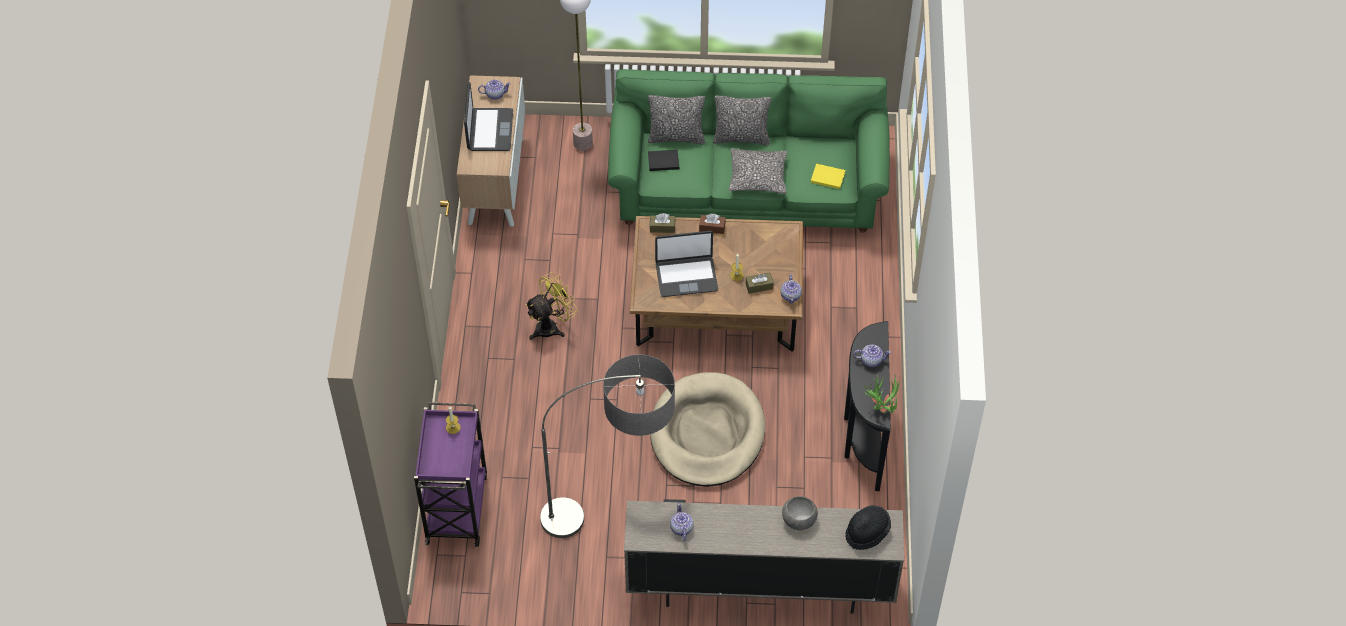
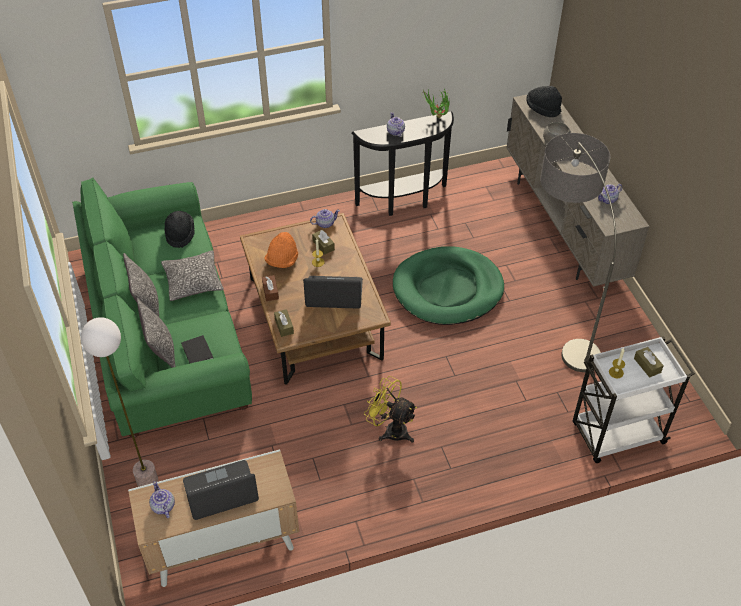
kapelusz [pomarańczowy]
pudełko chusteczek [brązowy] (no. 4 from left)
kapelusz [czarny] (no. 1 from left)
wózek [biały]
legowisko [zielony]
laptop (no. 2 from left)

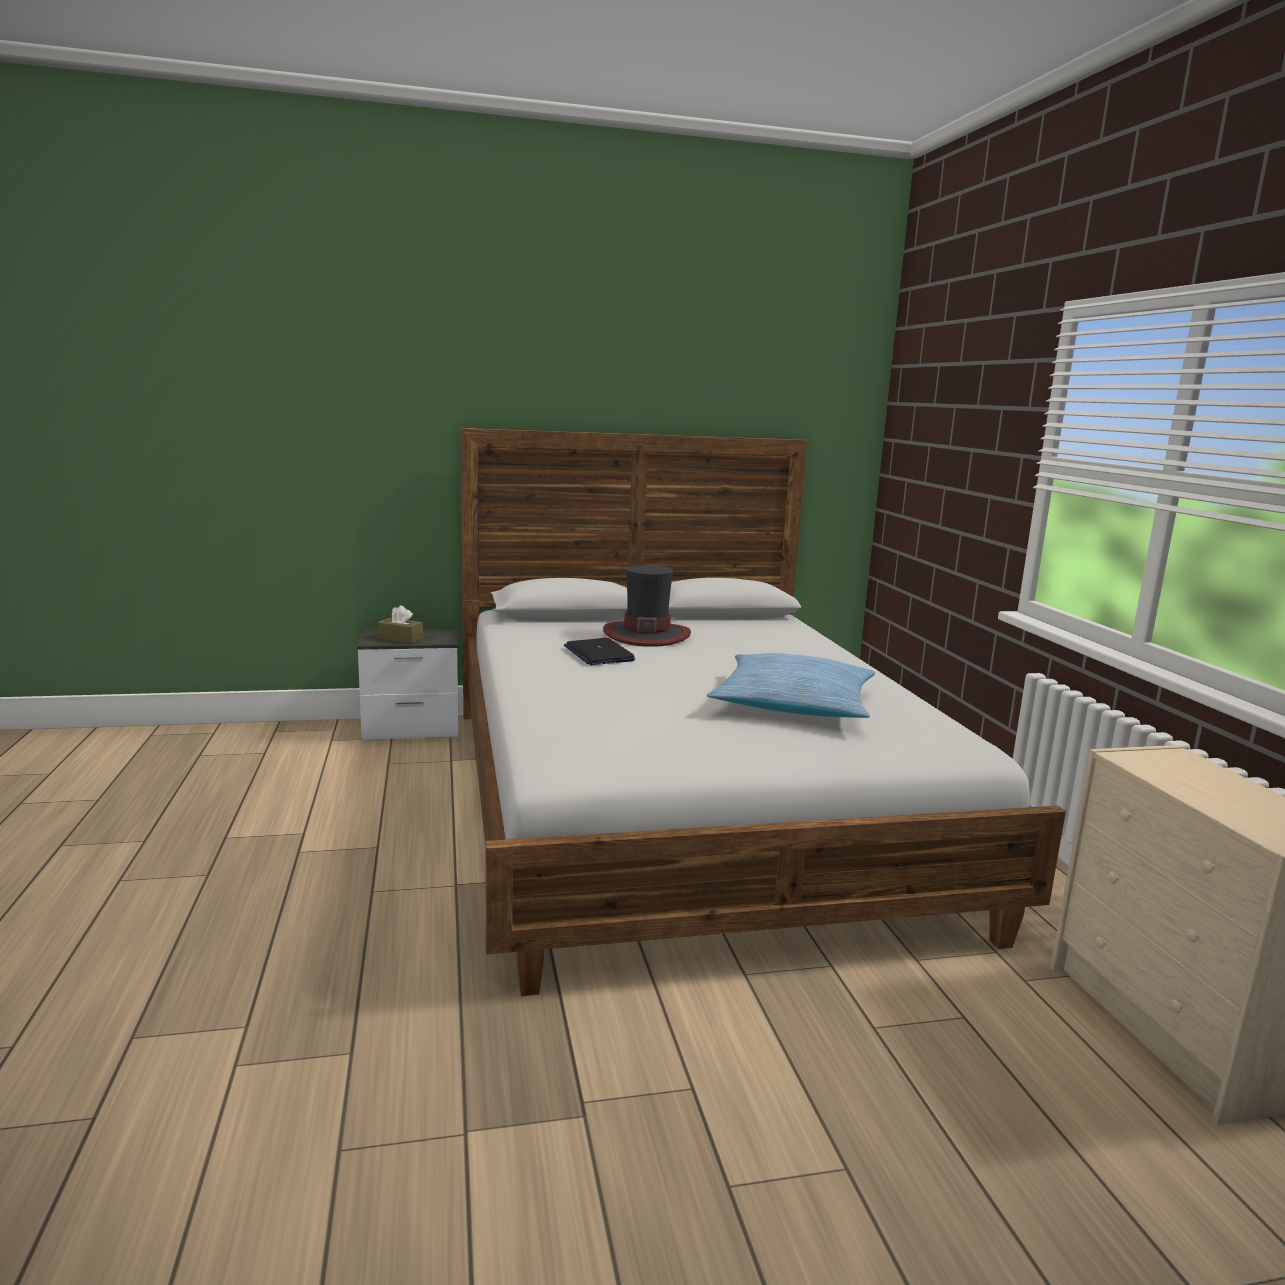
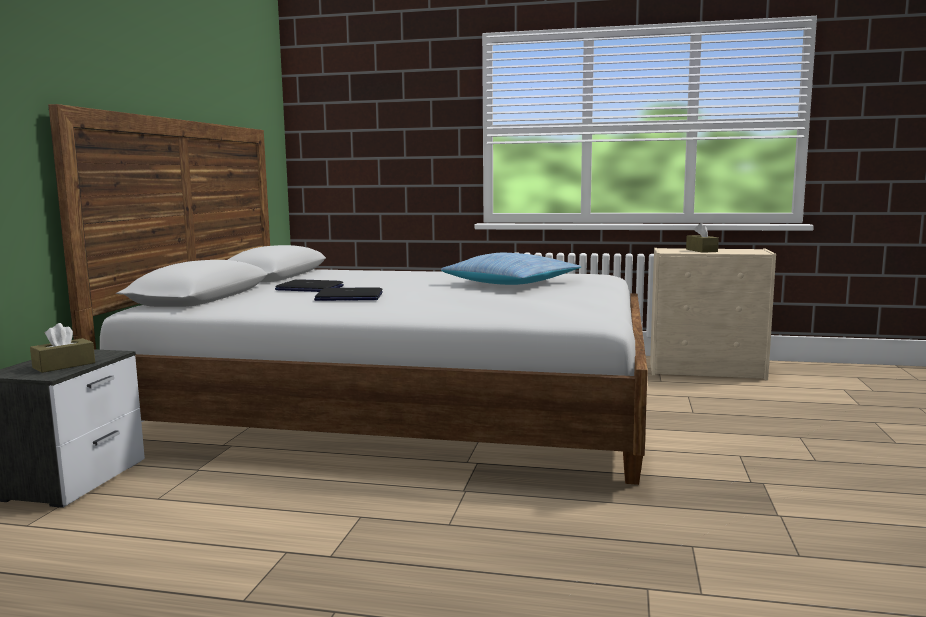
pudełko chusteczek [brązowy] (no. 2 from left)
laptop (no. 1 from left)

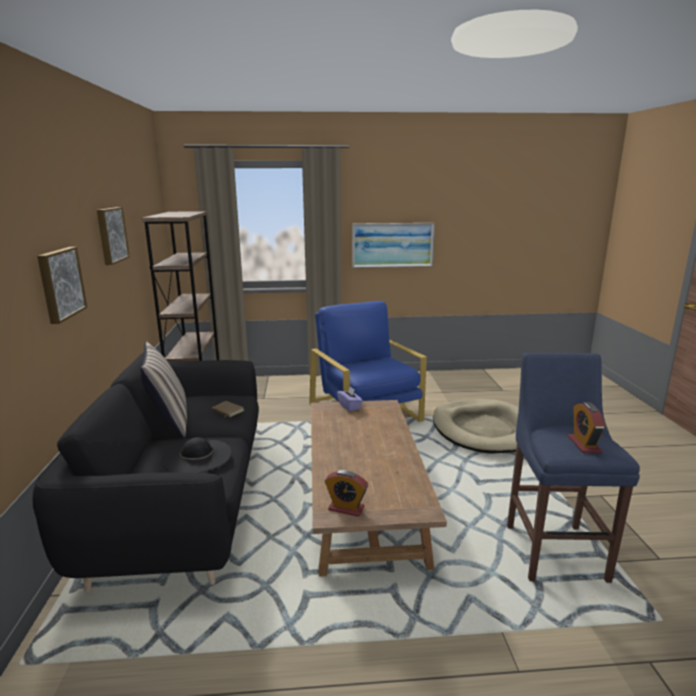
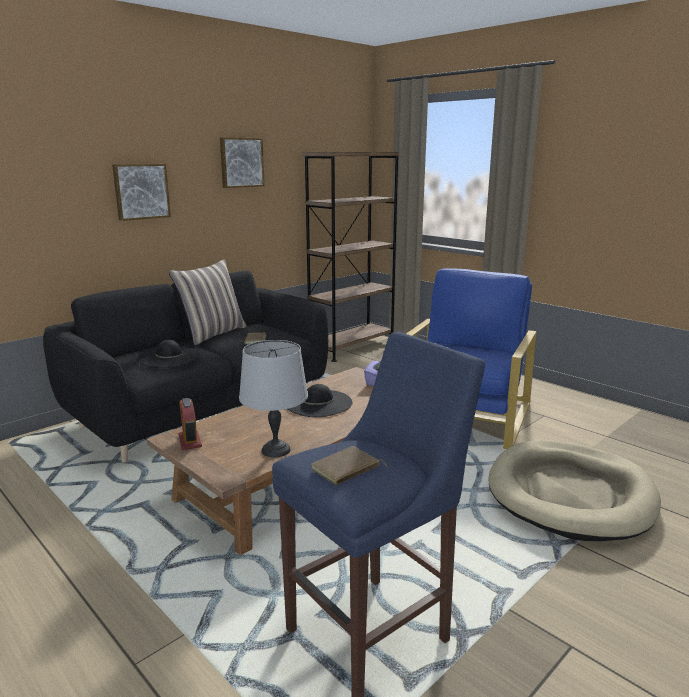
obraz (no. 3 from left in the first image)
lampa stołowa [szary]
kapelusz [czarny] (no. 2 from left)
książka [brązowy] (no. 2 from left)

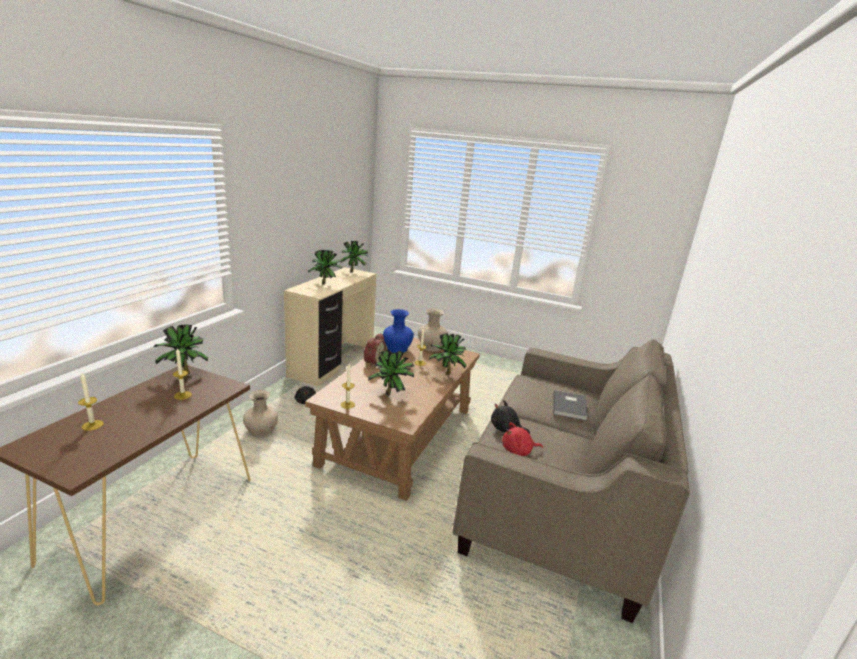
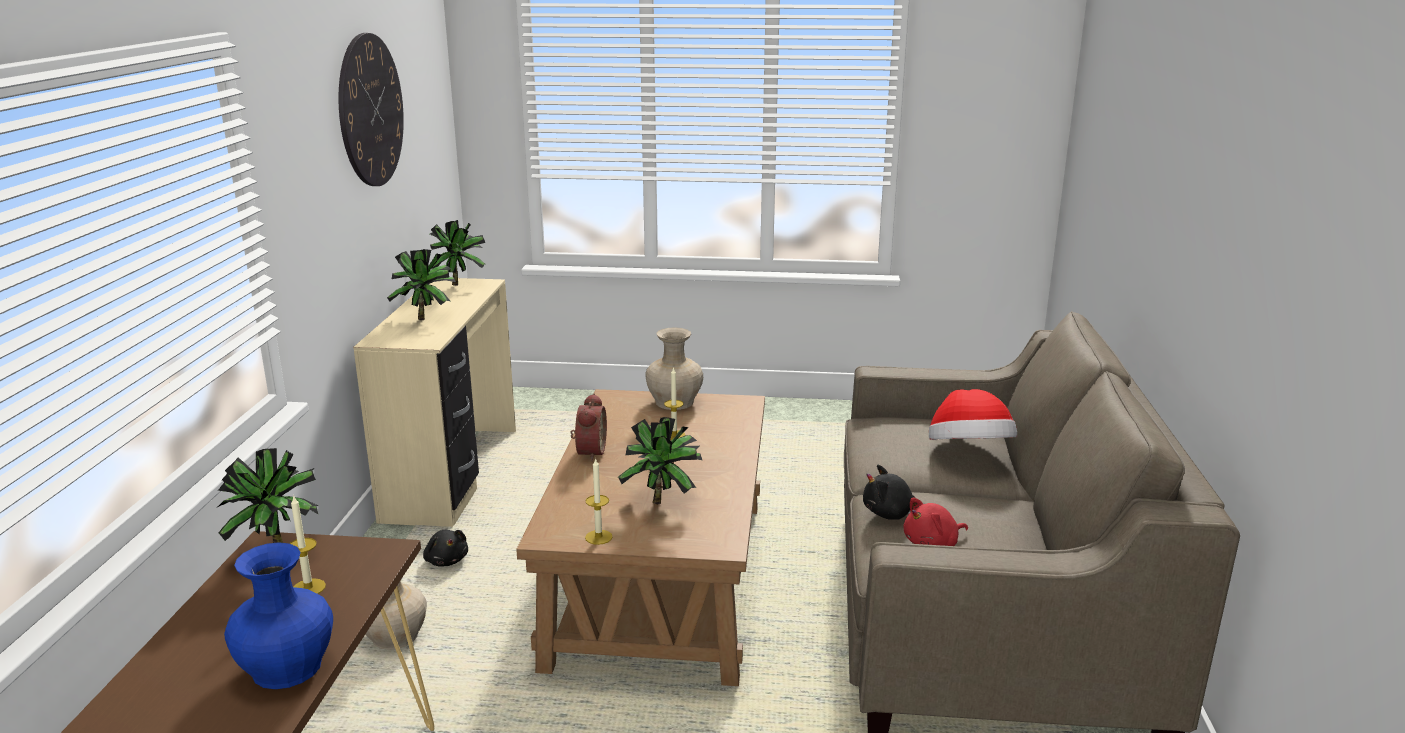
świeca (no. 1 from left in the first image)
roślina doniczkowa (no. 5 from left in the first image)
zegar ścienny
wazon [niebieski]
kapelusz

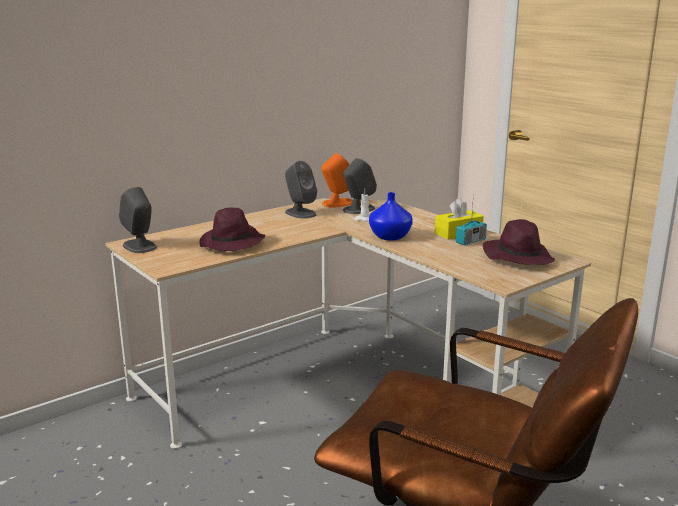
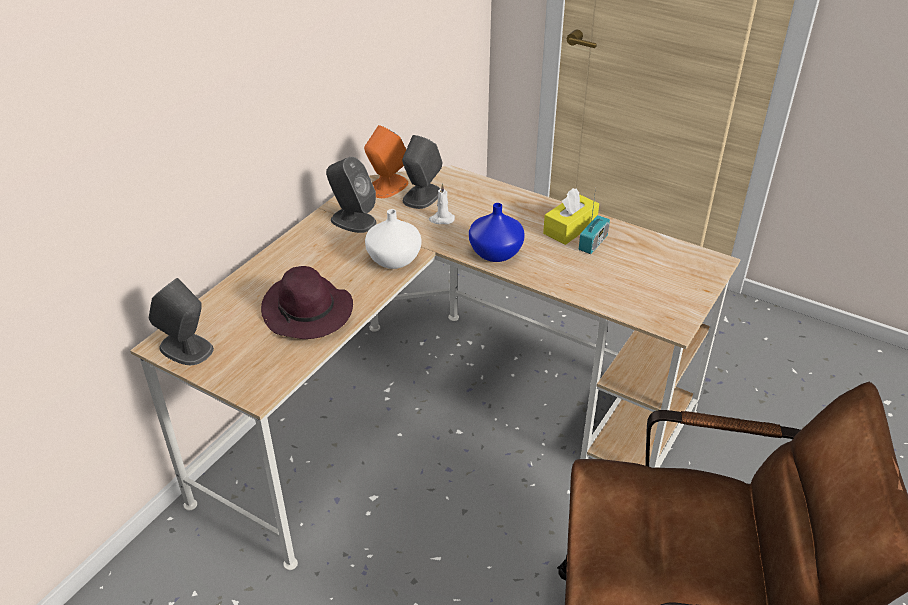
kapelusz [fioletowy] (no. 2 from left in the first image)
wazon [biały]

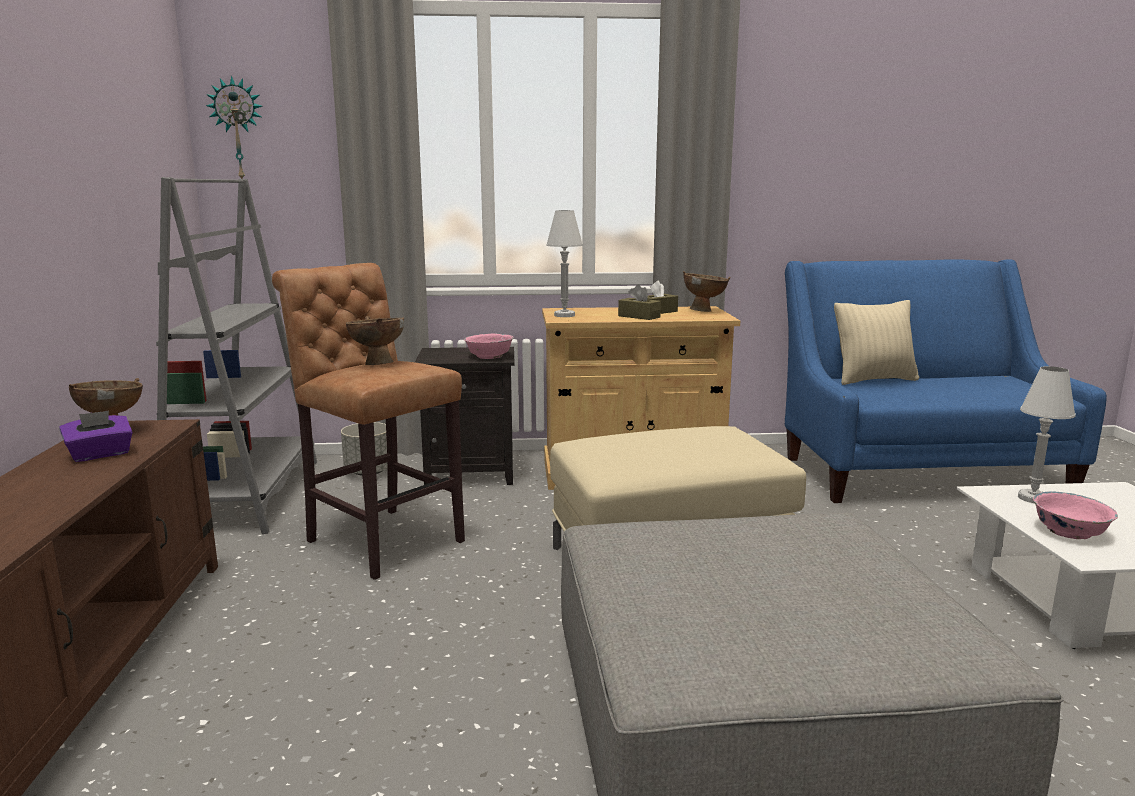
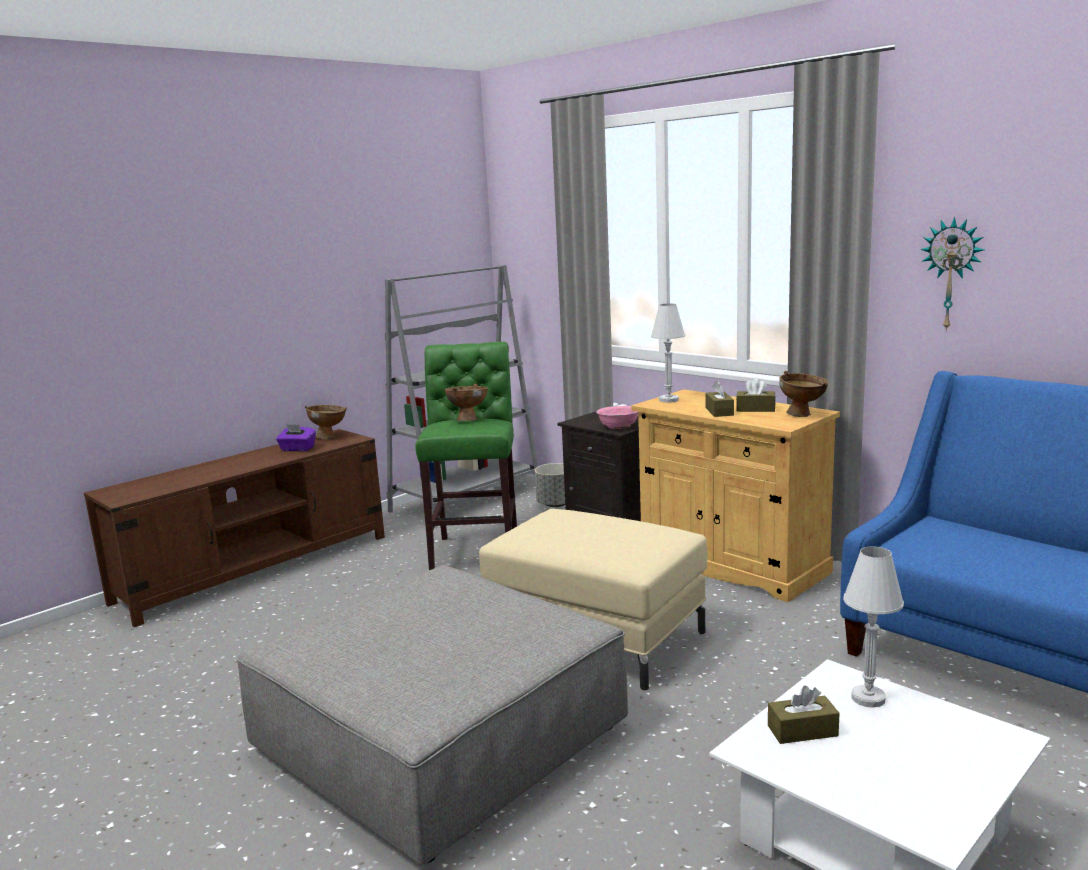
poduszka [beżowy]
zegar ścienny
pudełko chusteczek [brązowy] (no. 3 from left)
stołek [zielony]

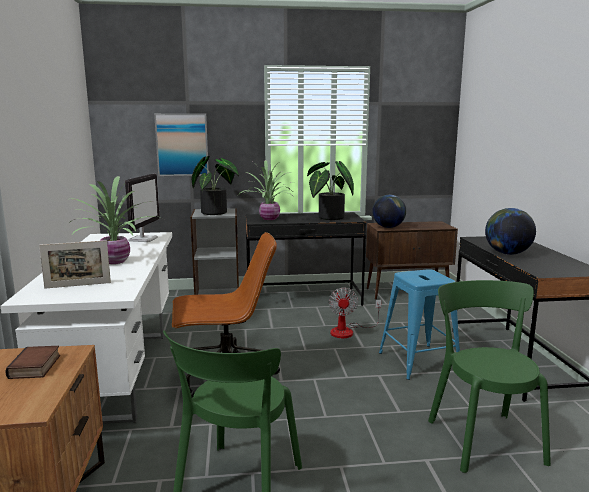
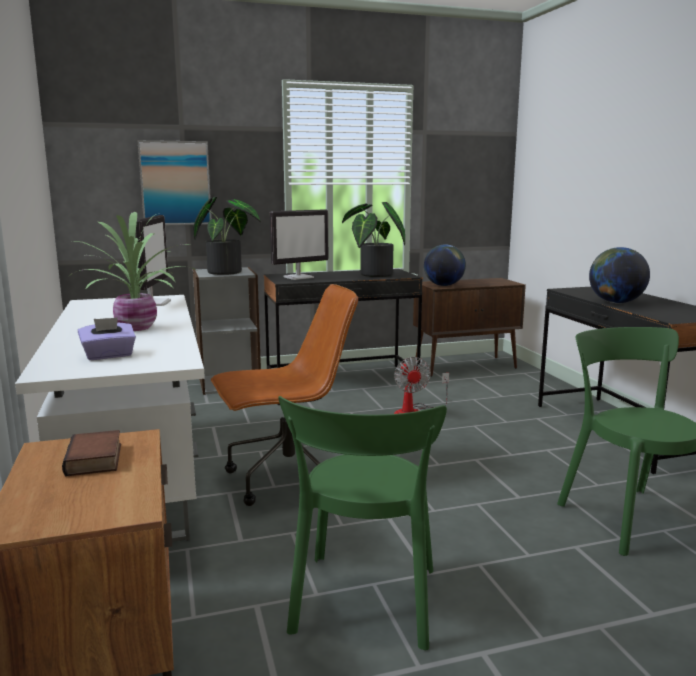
stołek [niebieski]
pudełko chusteczek [fioletowy]
monitor (no. 2 from left)

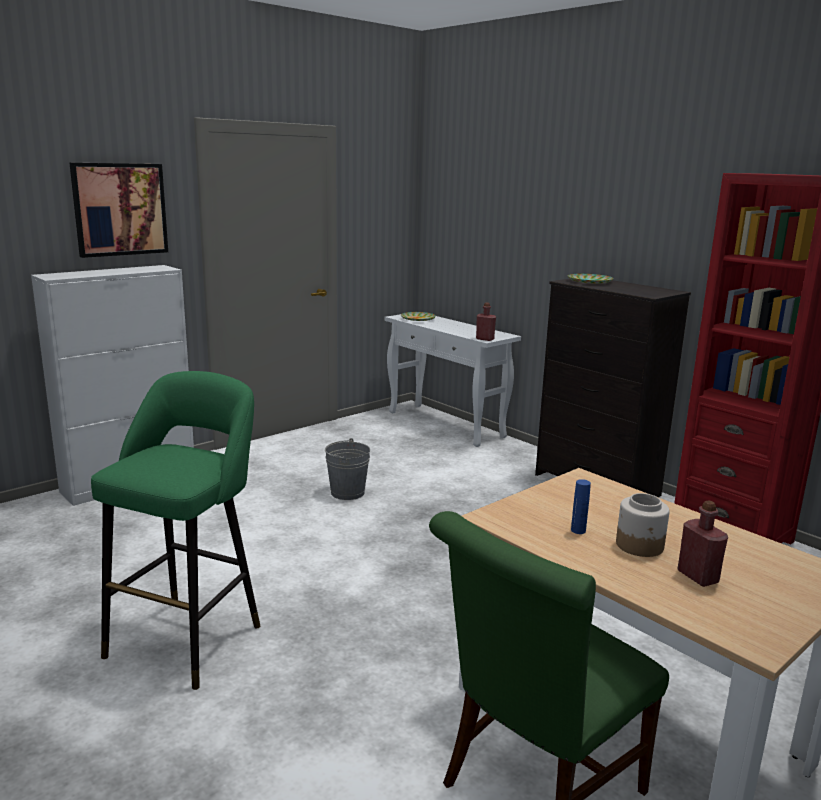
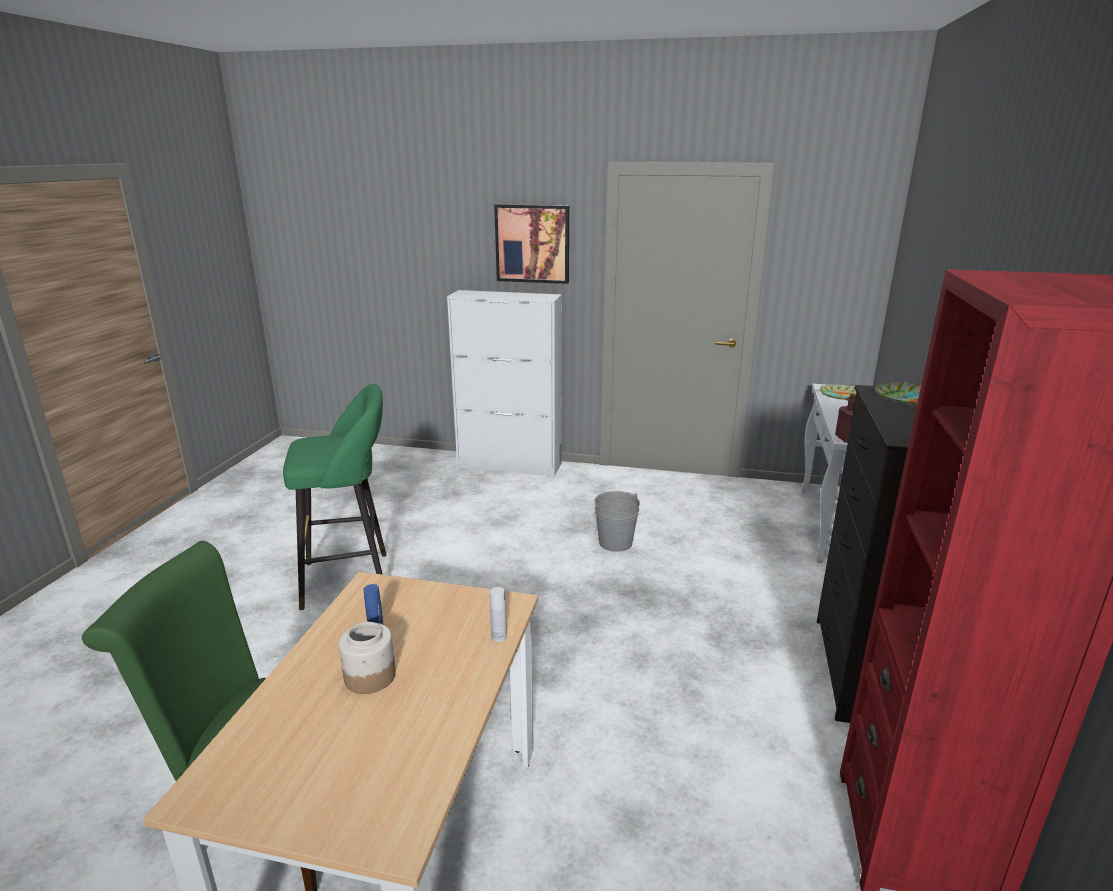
butelka [czerwony] (no. 2 from left in the first image)
butelka [biały]

